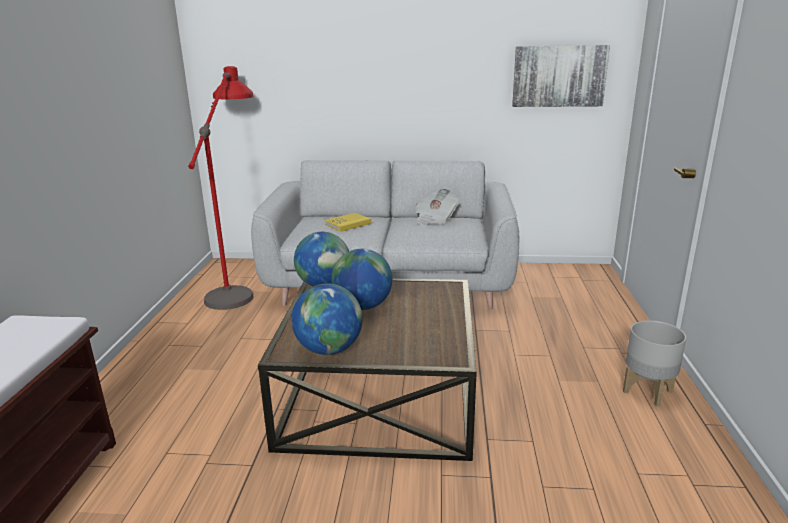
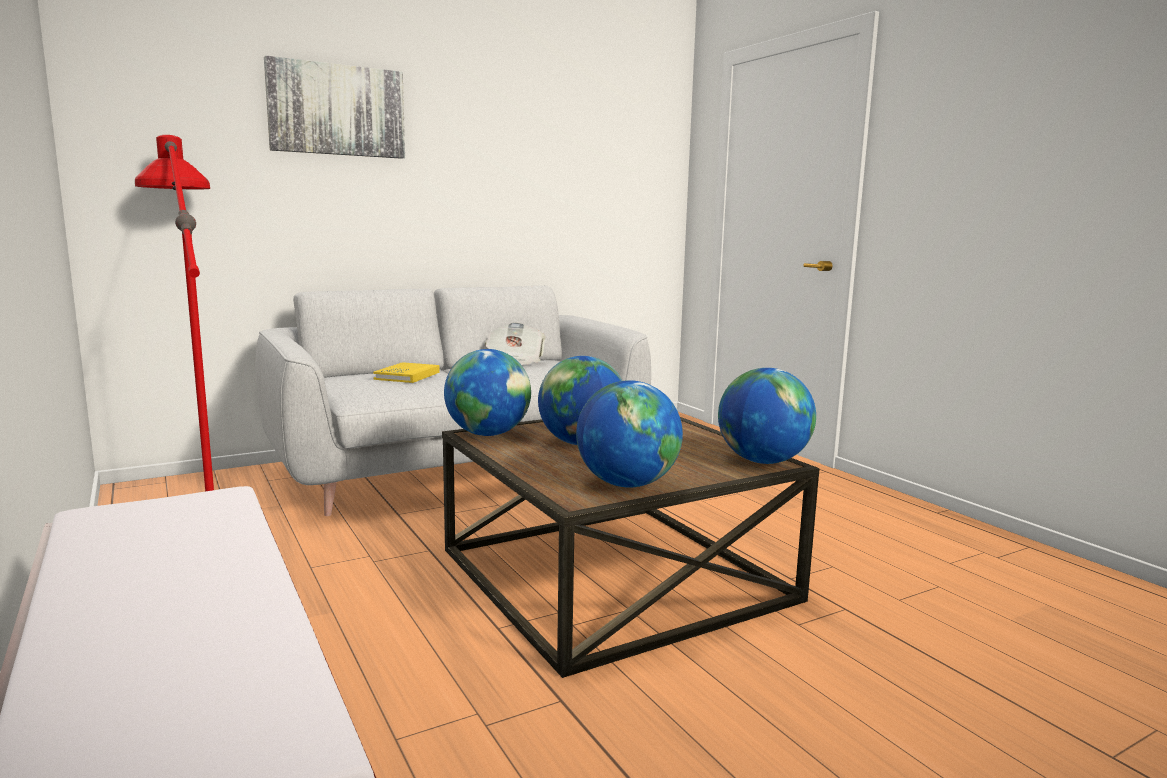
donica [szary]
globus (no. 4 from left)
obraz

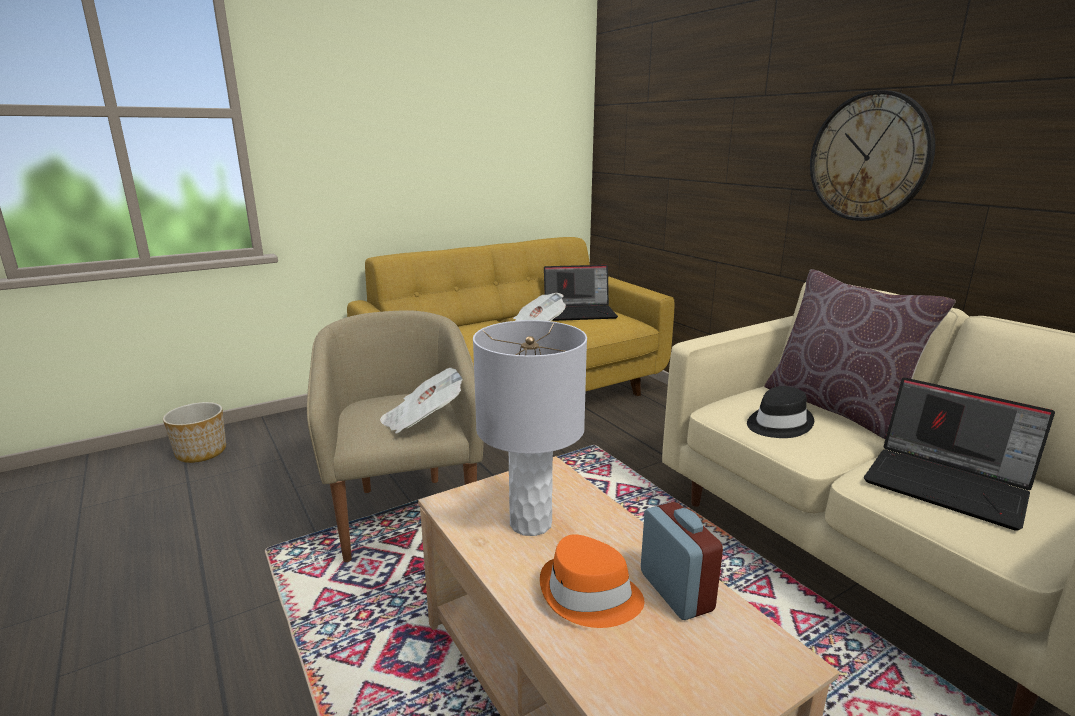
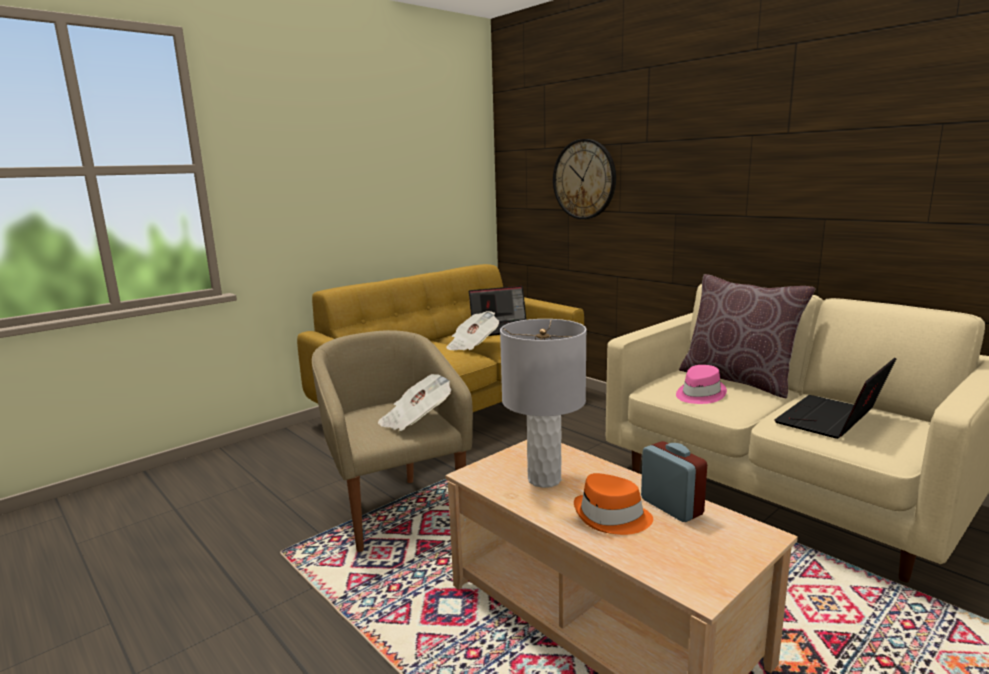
donica
zegar ścienny
kapelusz [różowy]
laptop (no. 2 from left)

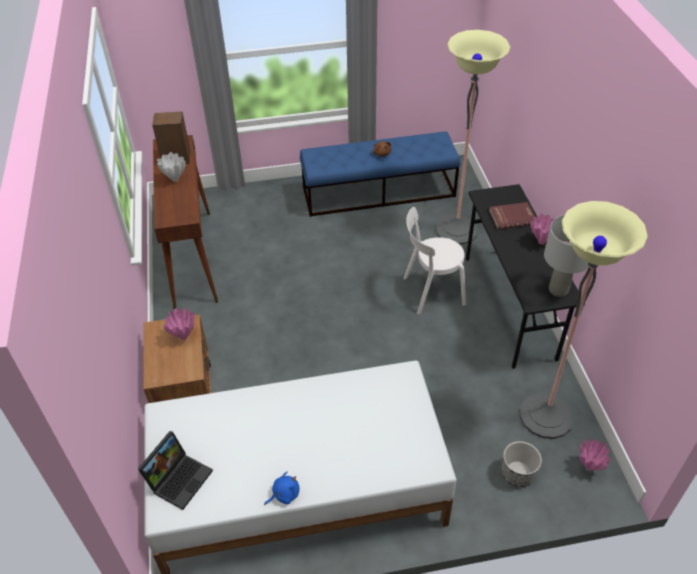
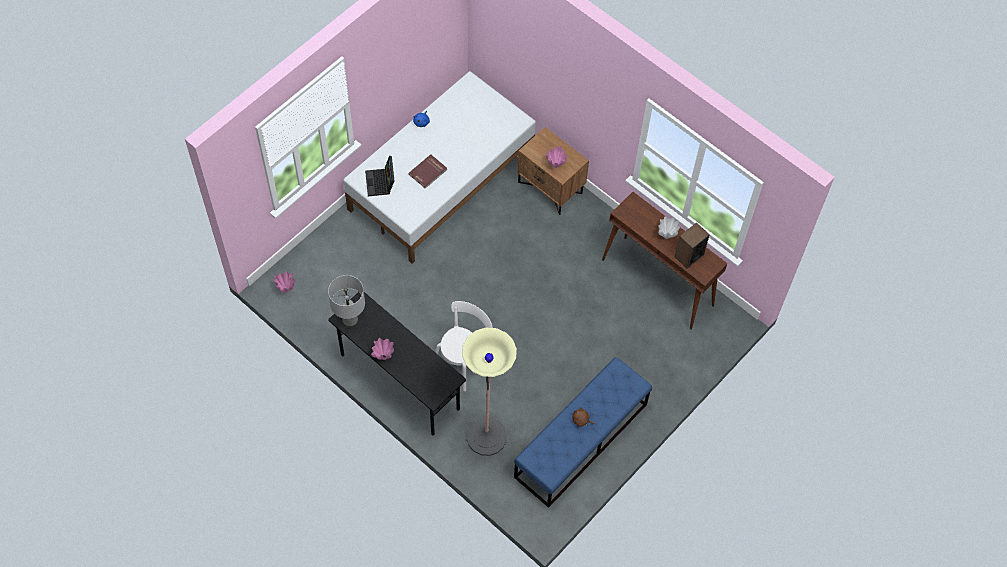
donica
lampa stojąca (no. 2 from left in the first image)
laptop
książka [czerwony]

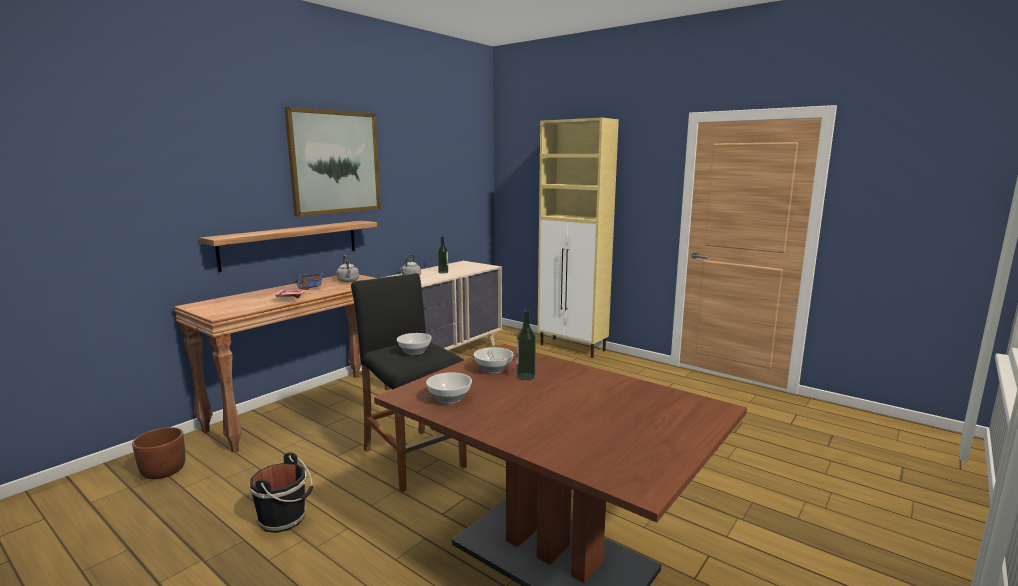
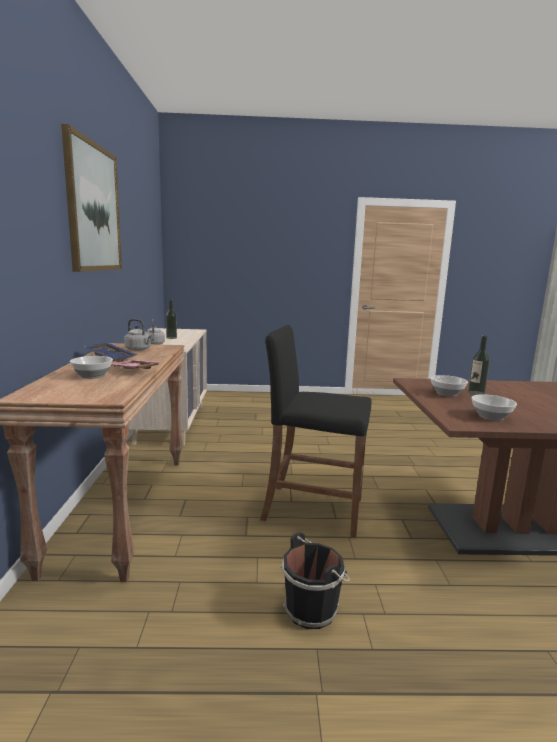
donica [brązowy]
półka
szafka [beżowy]
miska (no. 1 from left)

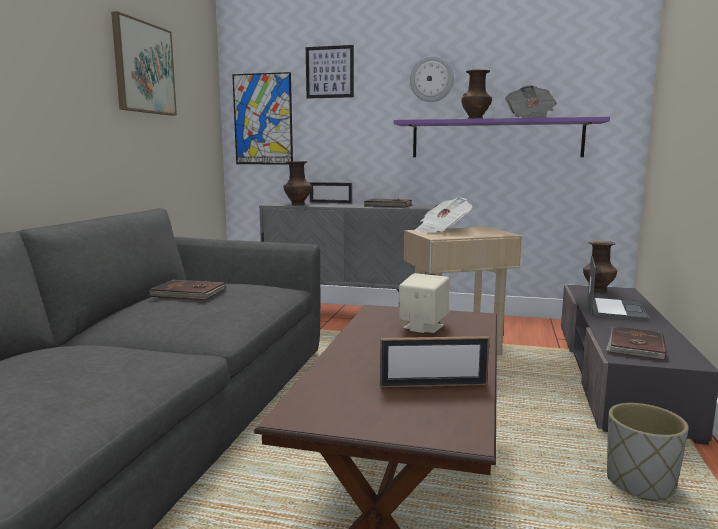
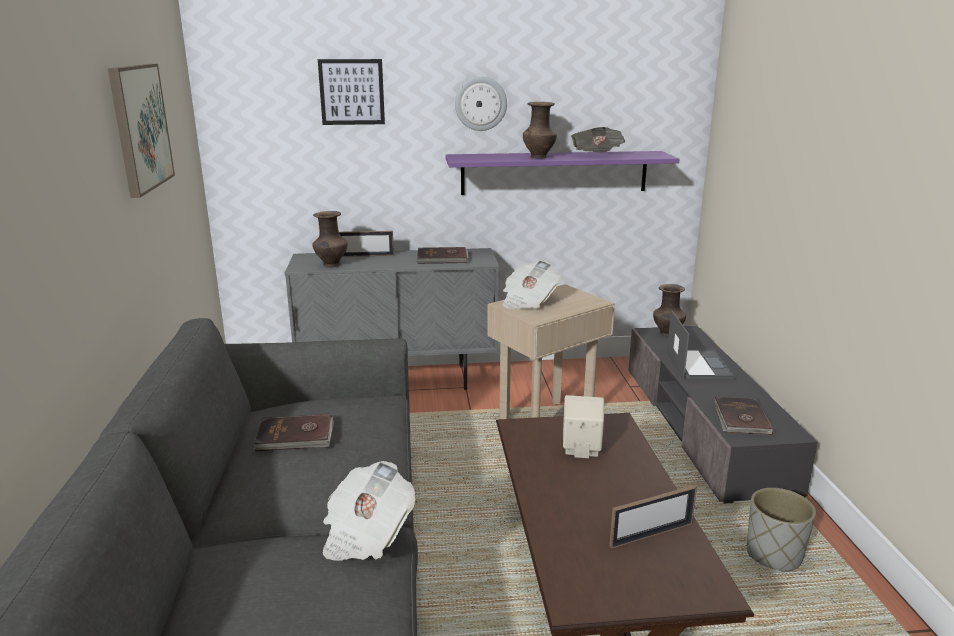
obraz (no. 2 from left in the first image)
gazeta (no. 1 from left)

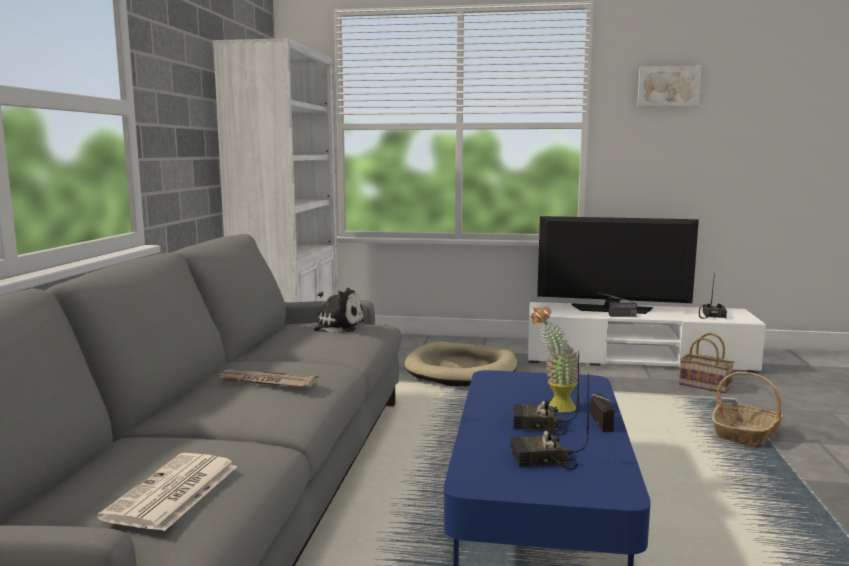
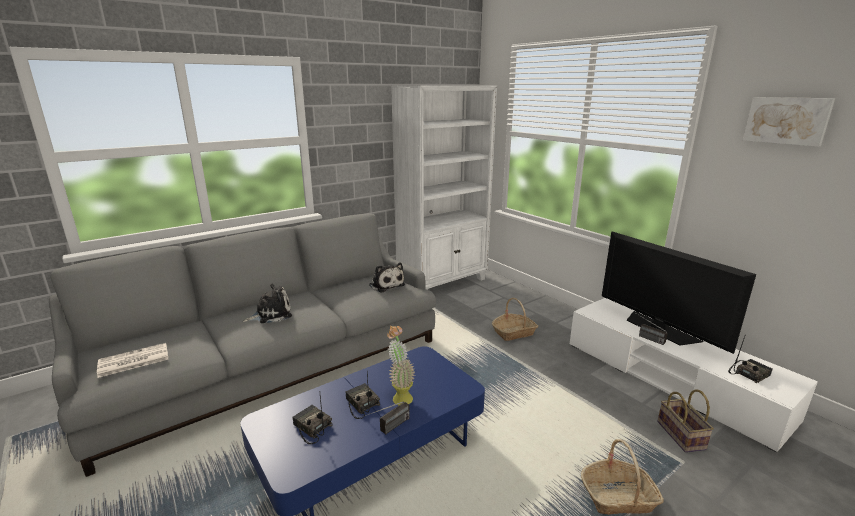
pluszak (no. 1 from left)
koszyk (no. 1 from left)

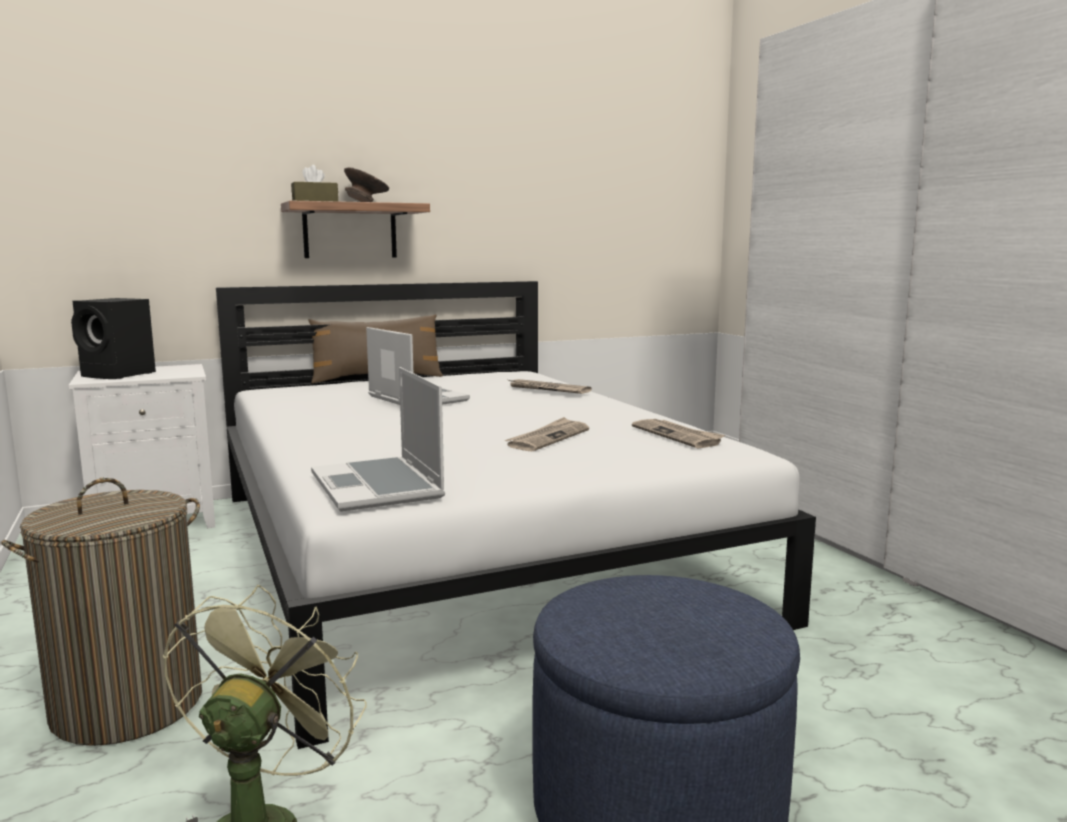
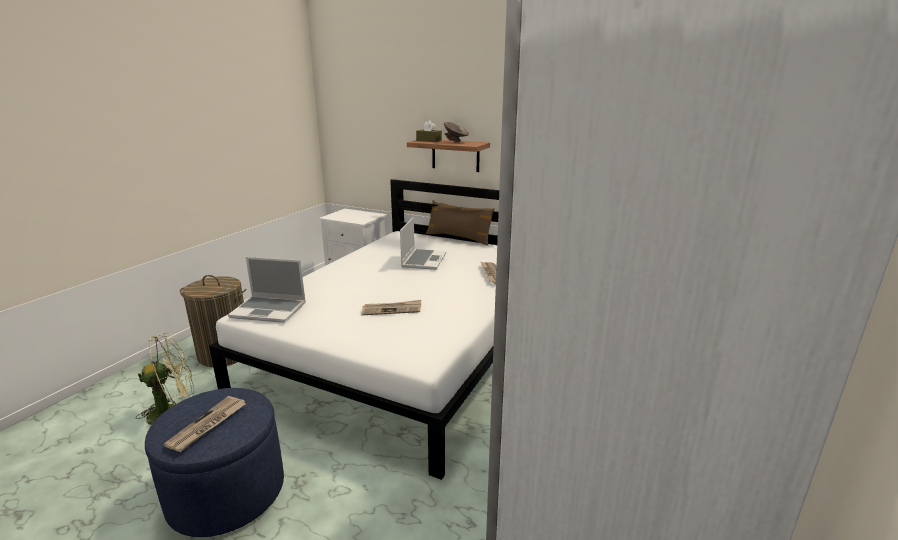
głośnik [czarny]
gazeta (no. 1 from left)
laptop (no. 1 from left)

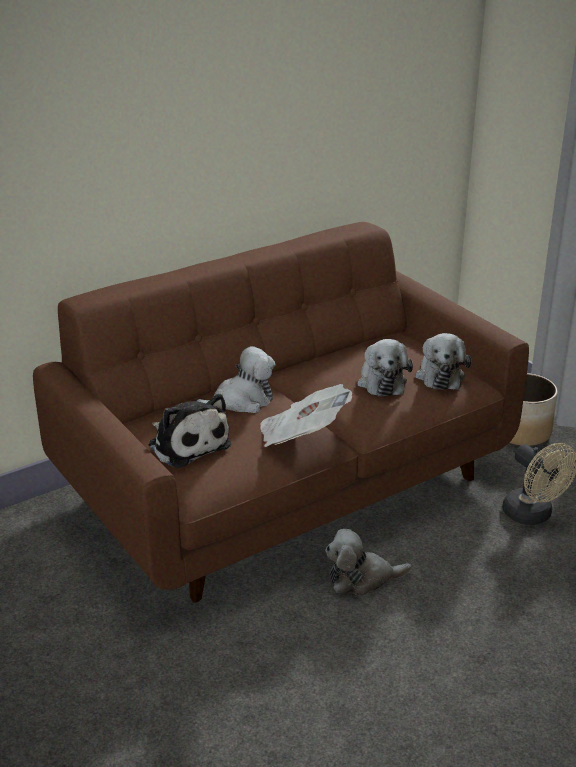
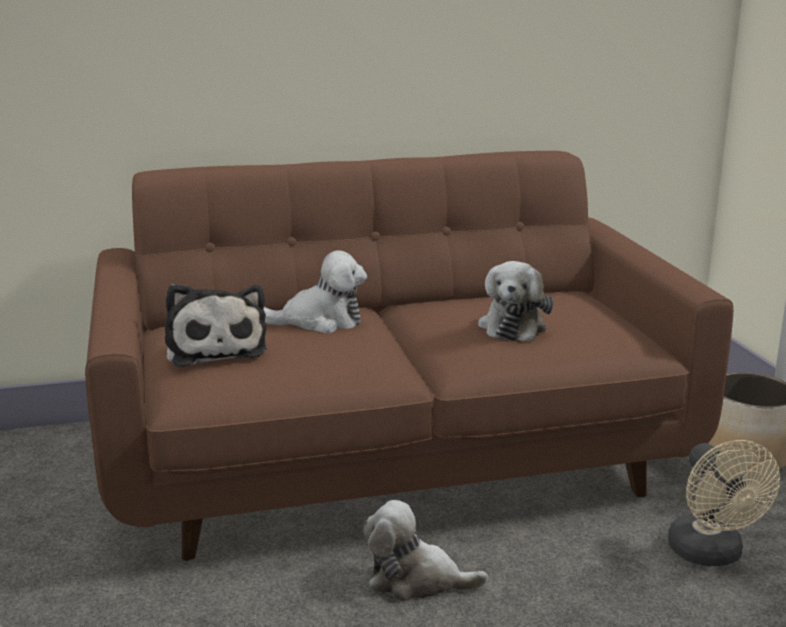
gazeta
pluszak (no. 5 from left in the first image)

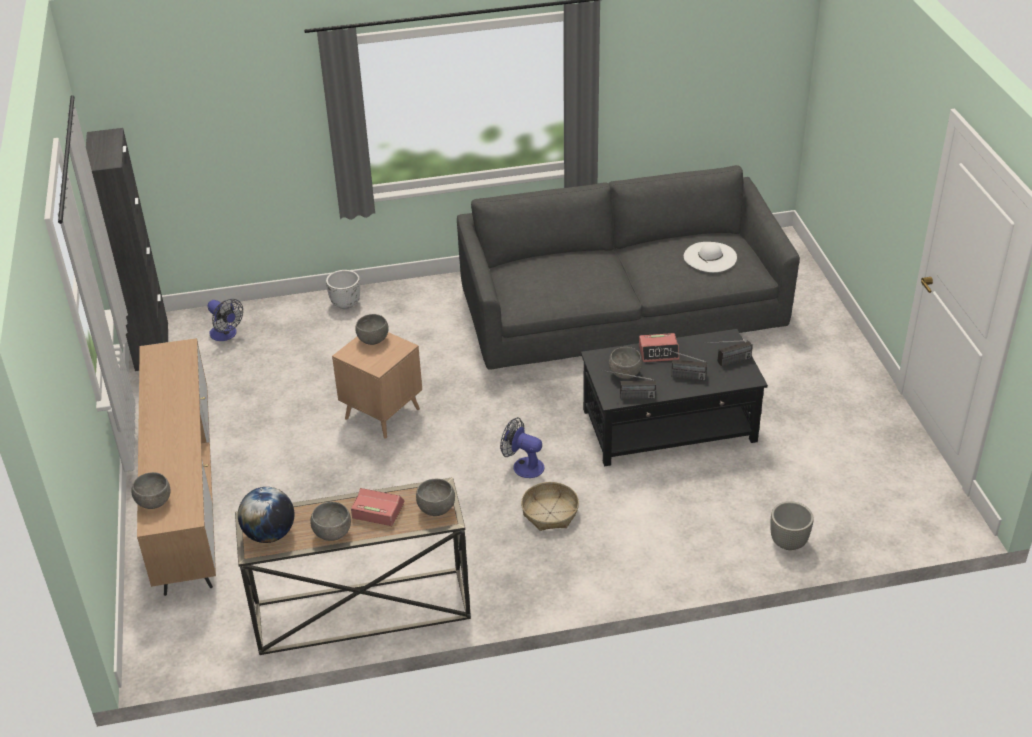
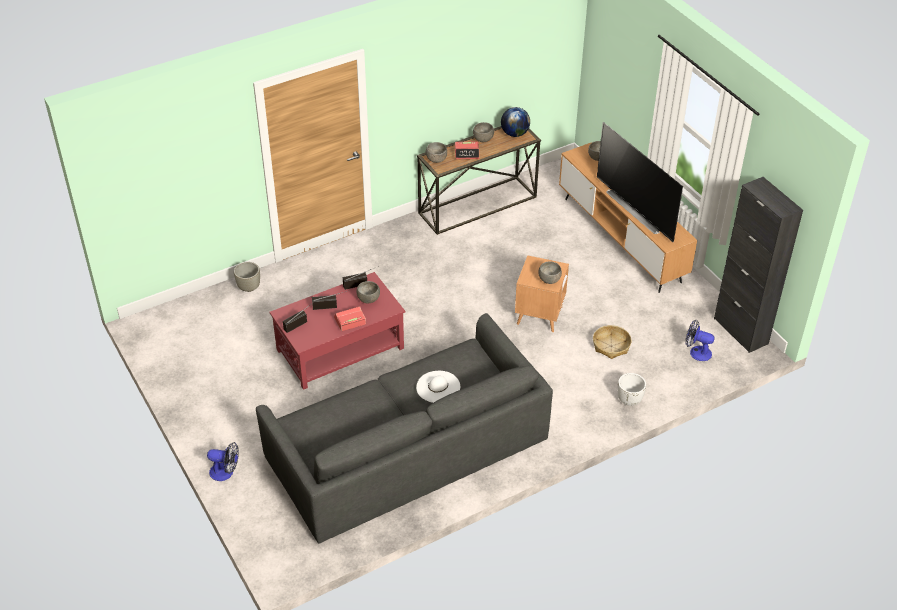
telewizor
wentylator (no. 1 from left)
koszyk
kapelusz [biały]
ława [czerwony]

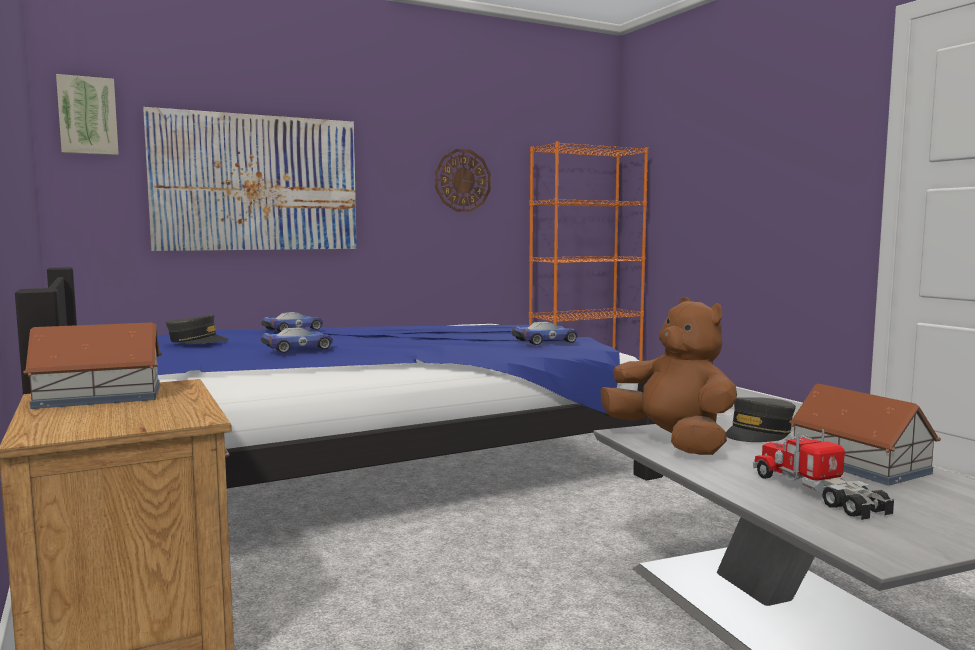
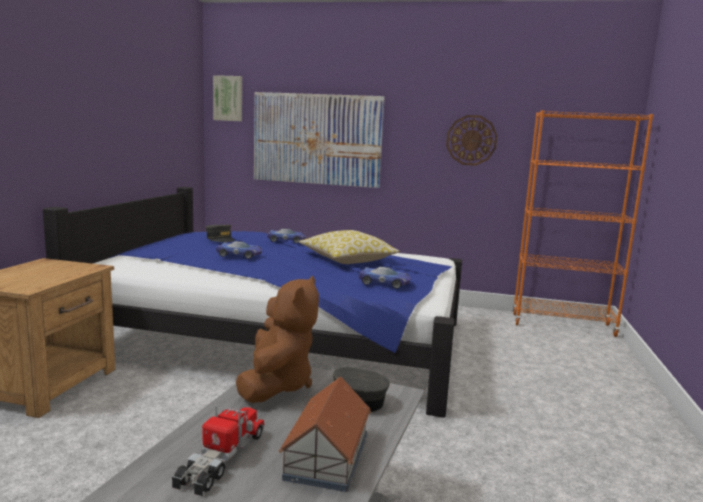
domek (no. 1 from left in the first image)
poduszka

